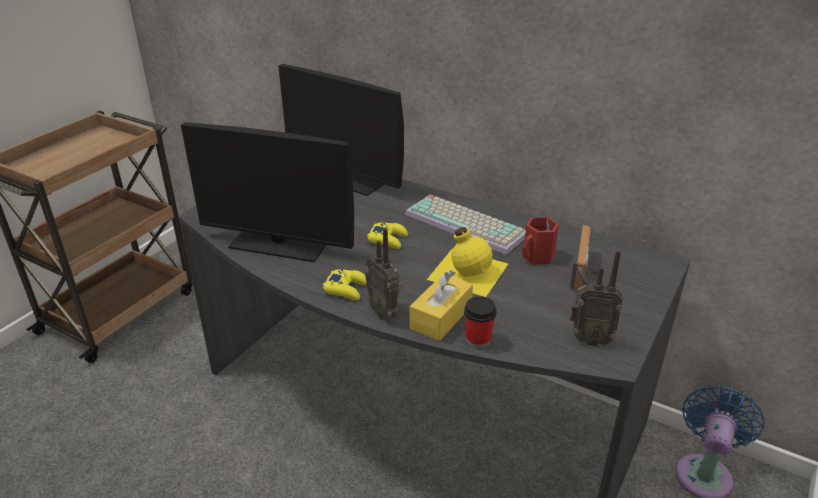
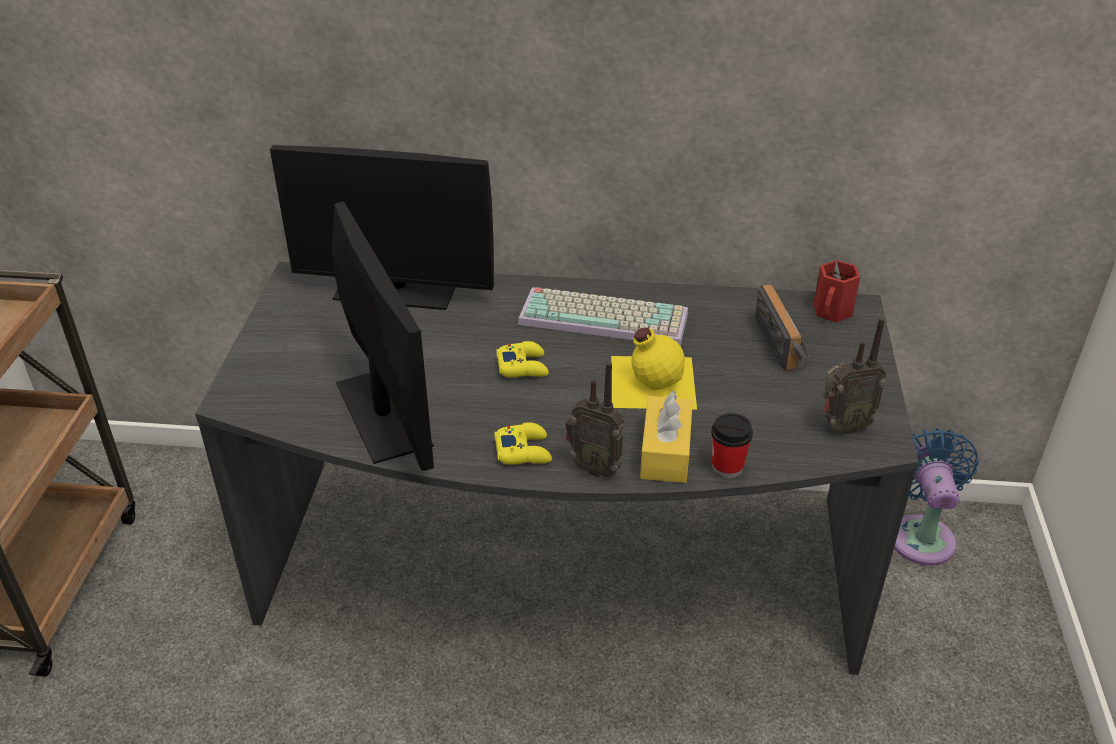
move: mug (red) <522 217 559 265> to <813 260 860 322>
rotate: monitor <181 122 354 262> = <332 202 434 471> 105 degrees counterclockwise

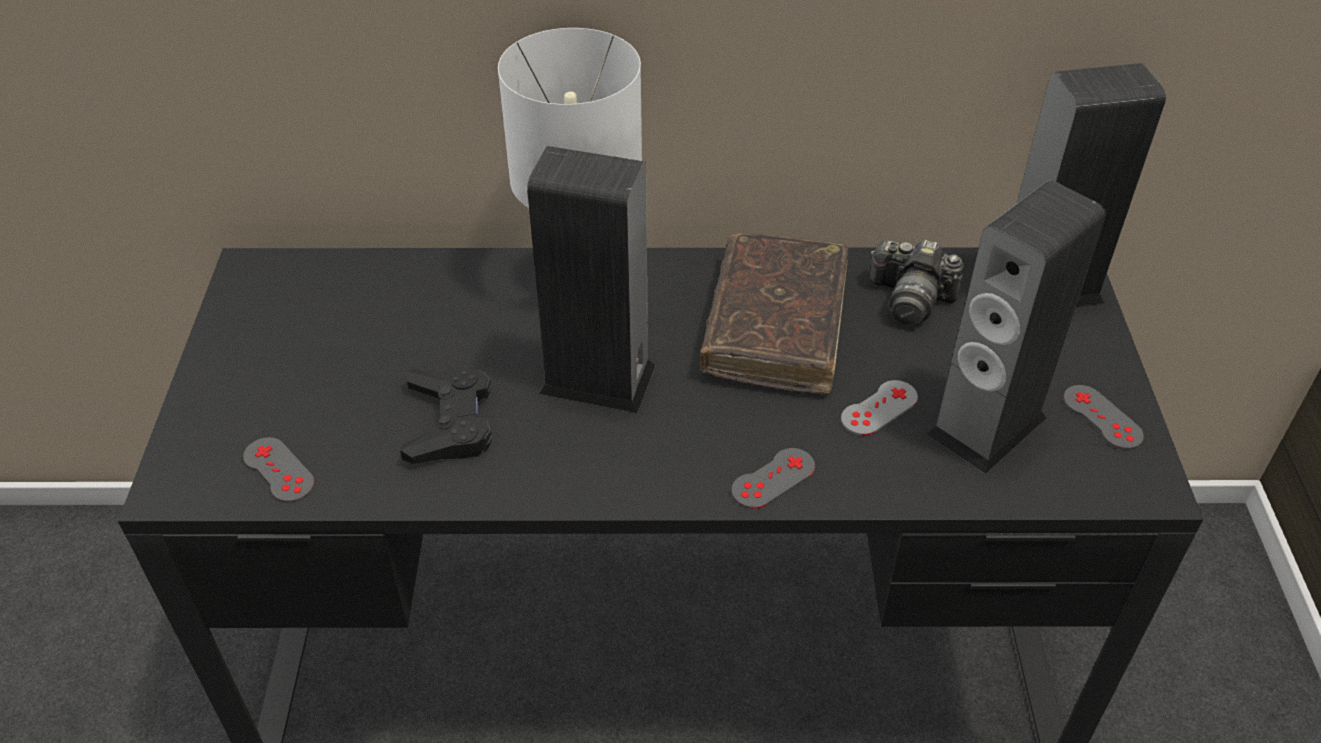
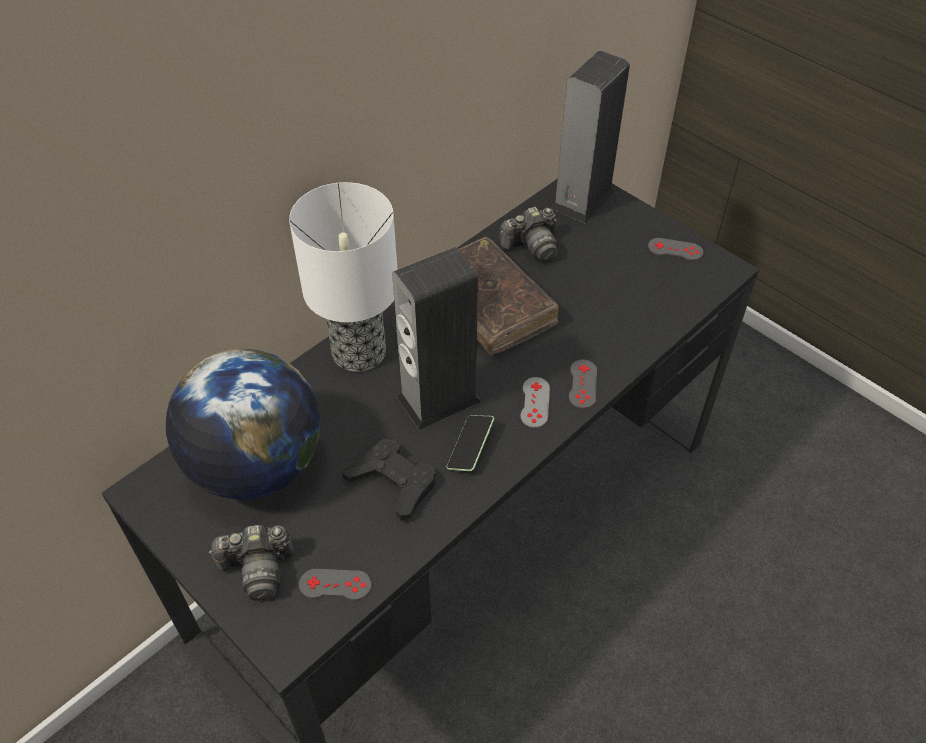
delete: speaker <927 181 1105 474>
insert: globe <166 349 320 500>; photo camera <209 525 294 601>; phone <446 415 494 471>
move: game controller (grey) <841 380 918 436> to <520 377 550 428>

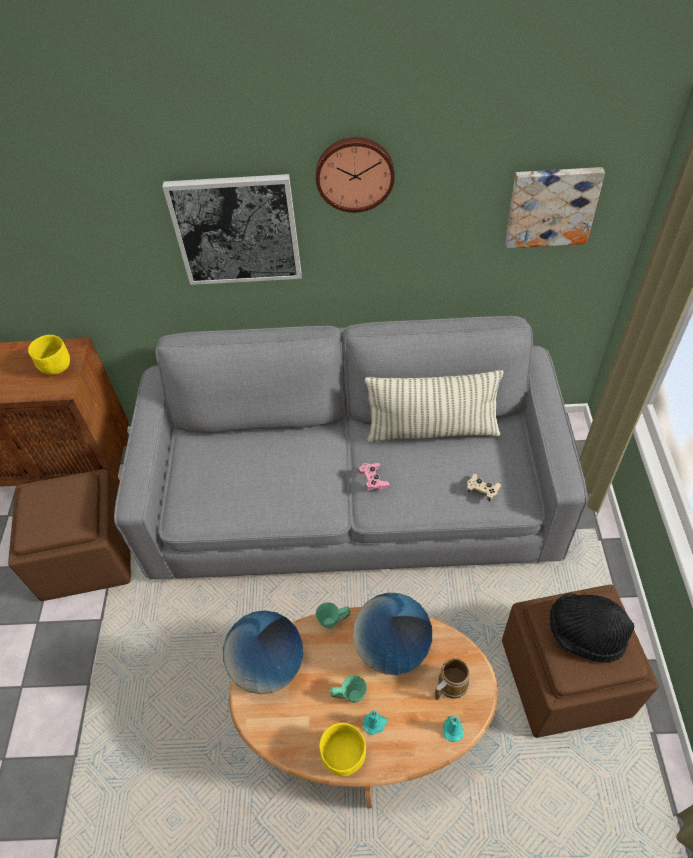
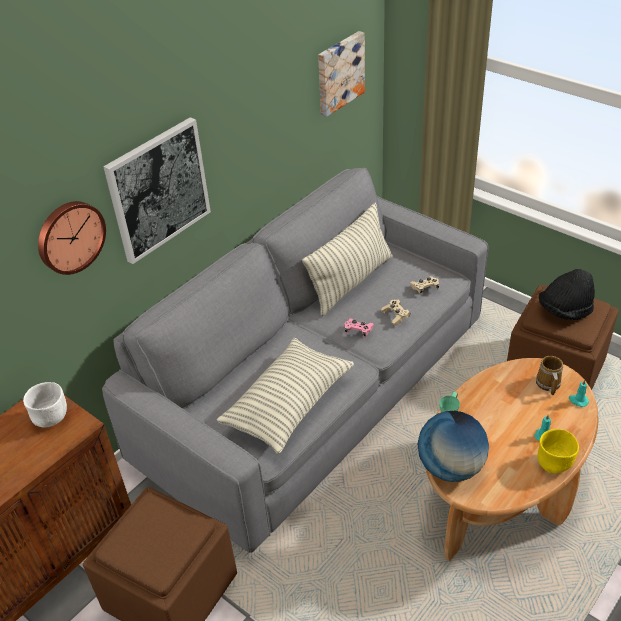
delete: mug (green) <329 675 367 703>; globe <353 593 432 675>
insert: pillow <217 338 354 454>; game controller (beige) <381 300 410 326>
move: wall clock <316 137 395 213> to <38 201 106 275>
recolor: bowl (yellow) <28 335 70 375> to bowl (white) <23 382 67 428>

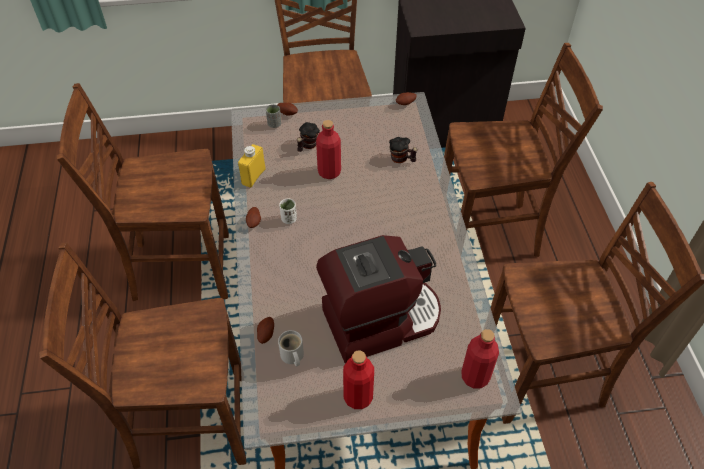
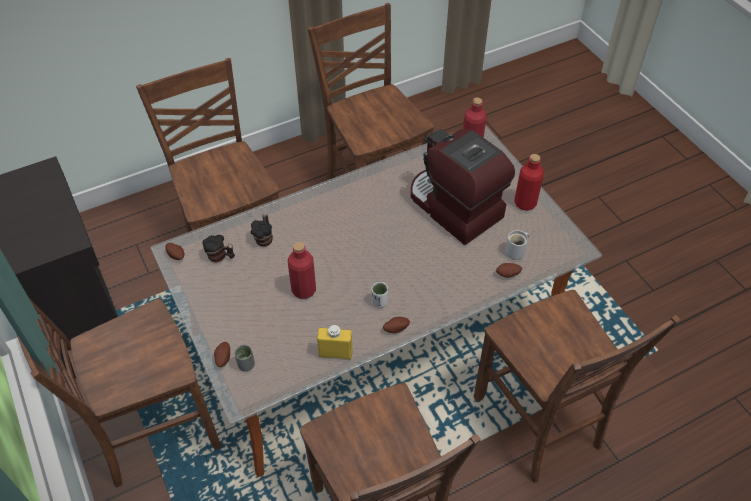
move: mug <297 122 320 152> to <202 235 235 262>

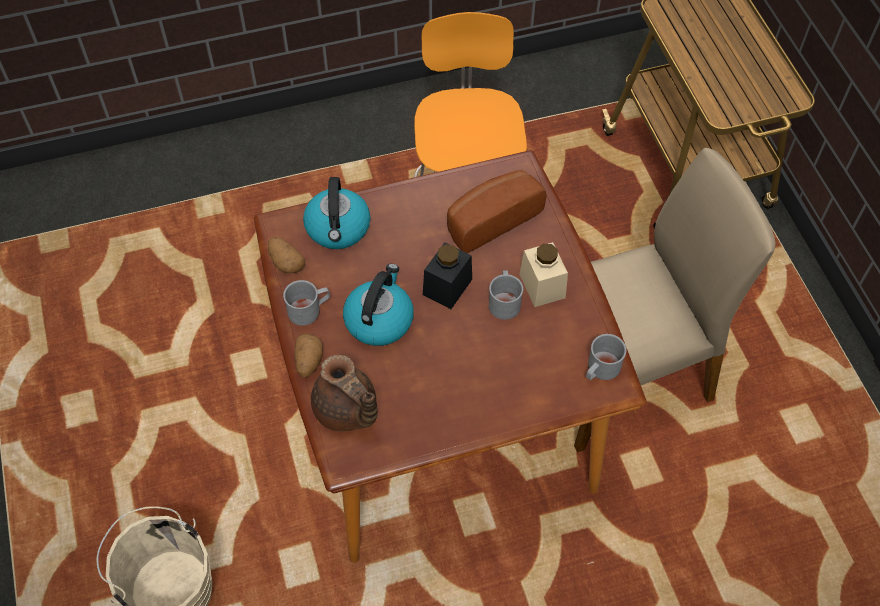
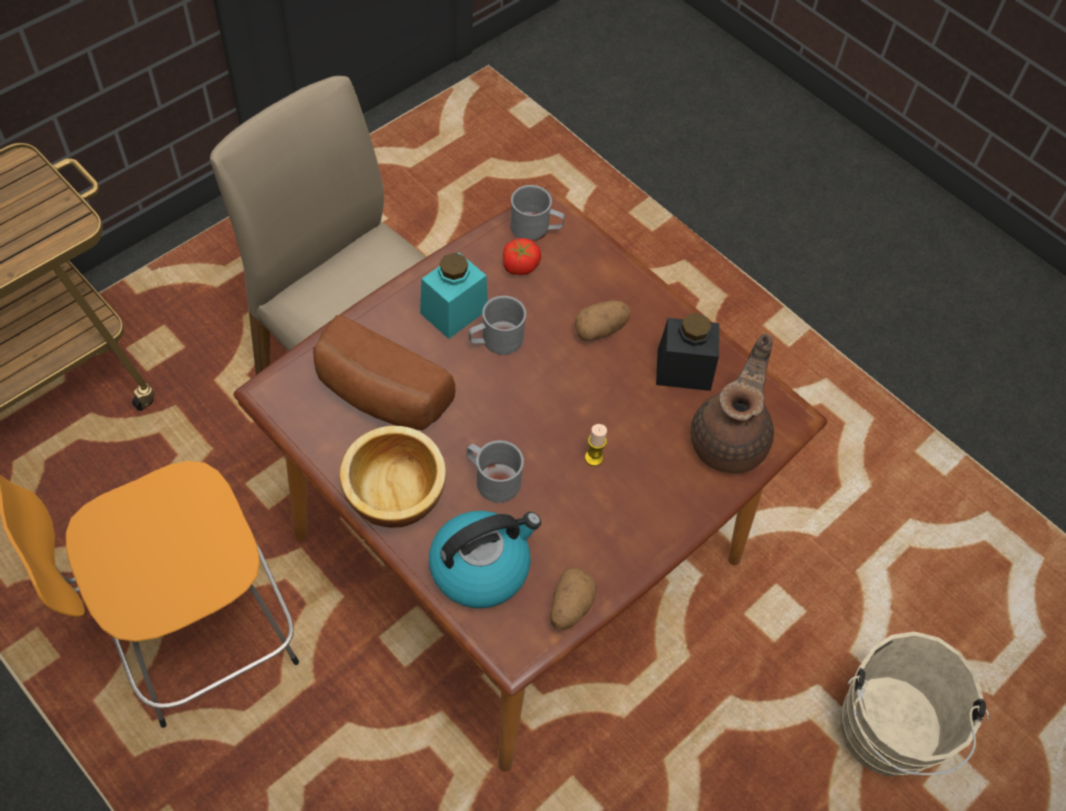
insert: bowl <340 426 446 528>; tomato <503 238 541 275>
move: mug (grey) <283 280 330 326> to <467 440 524 502>; potato <294 334 323 377> to <575 300 631 341>; jar (black) <423 242 472 309> to <656 313 719 391>
replace: kettle <343 264 414 346> to candle <585 424 607 466>
recolor: jar (beige) <519 242 568 307> to jar (turquoise) <420 252 488 339>

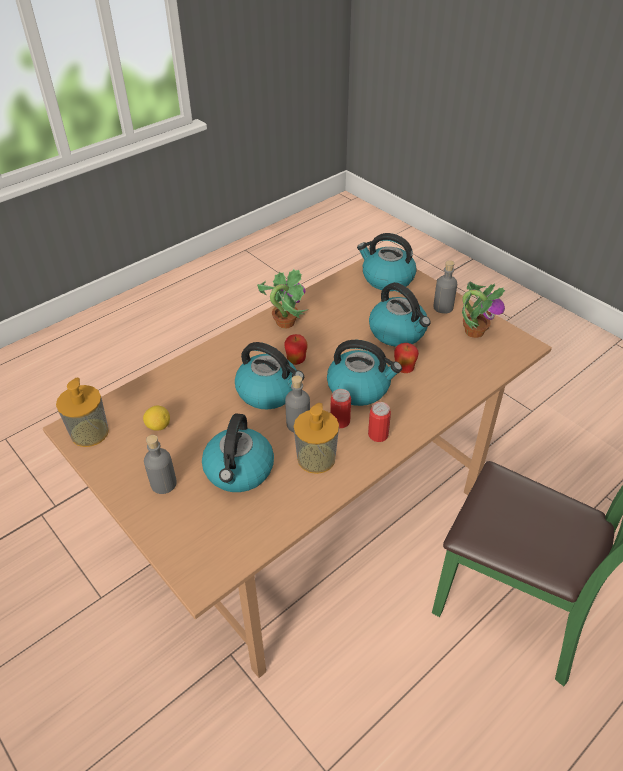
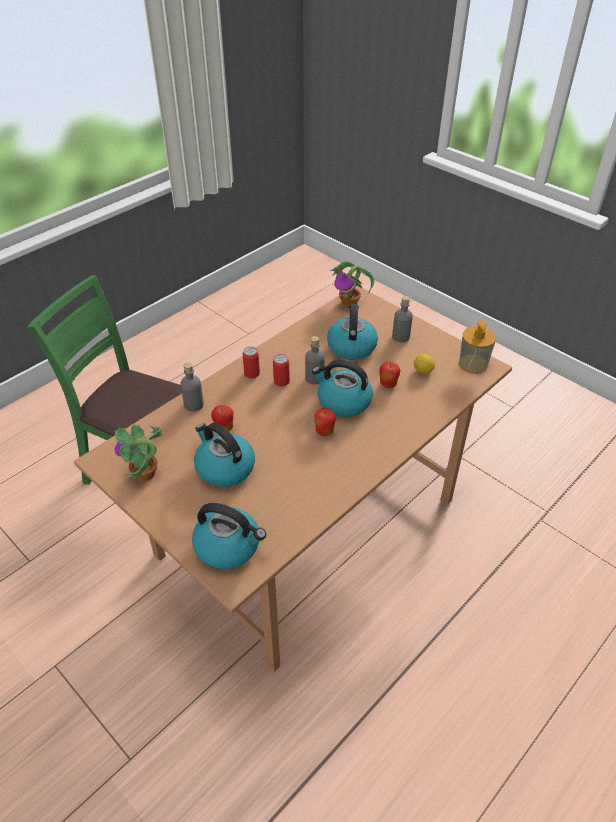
delete: soap dispenser <294 403 339 474>; kettle <327 340 402 406>
insert: apple <379 362 401 388>
move: bottle (grey) <433 260 457 314> to <181 362 204 412>; potted plant <257 269 308 329> to <330 262 374 307>

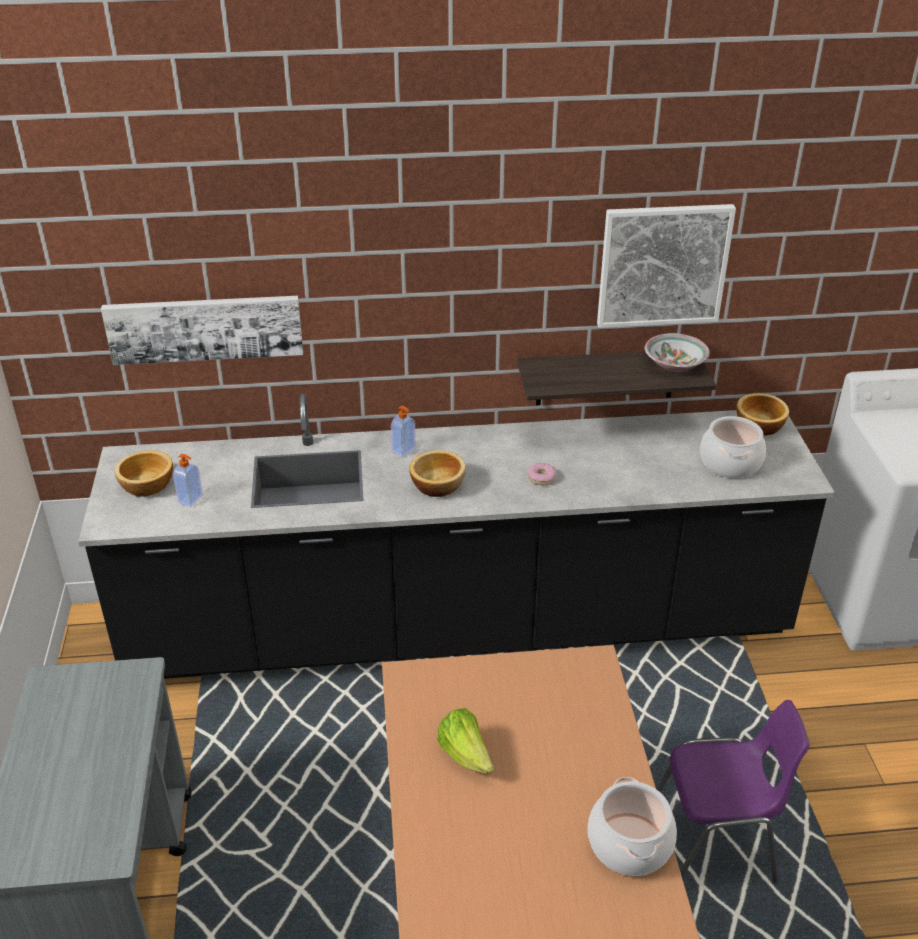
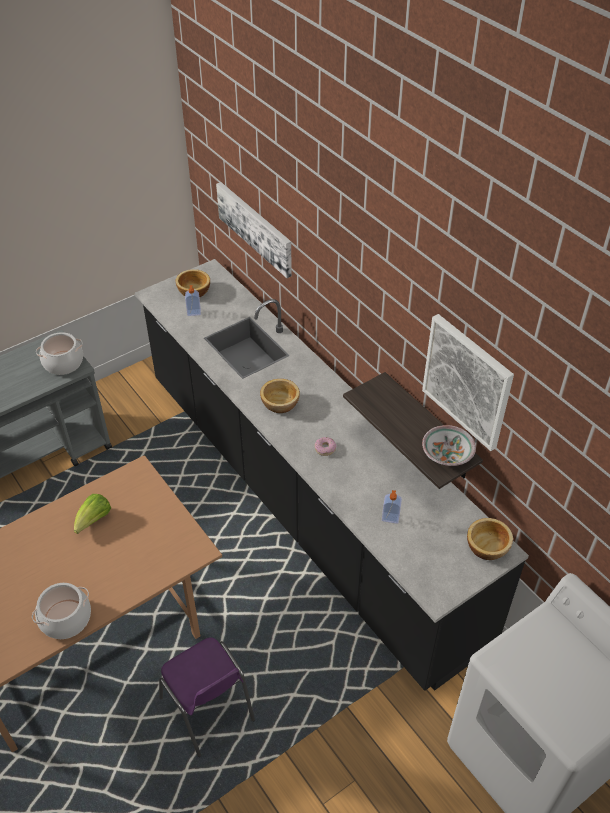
move: cooking pot <700 416 766 478> to <36 332 83 375>; soap dispenser <391 406 416 457> to <382 490 402 524>

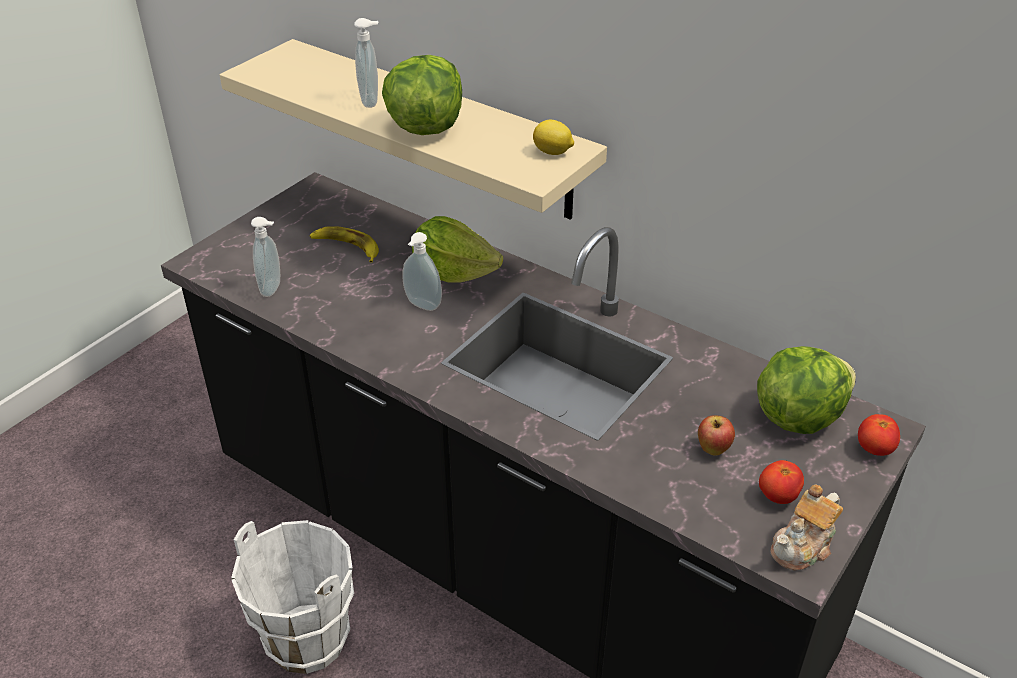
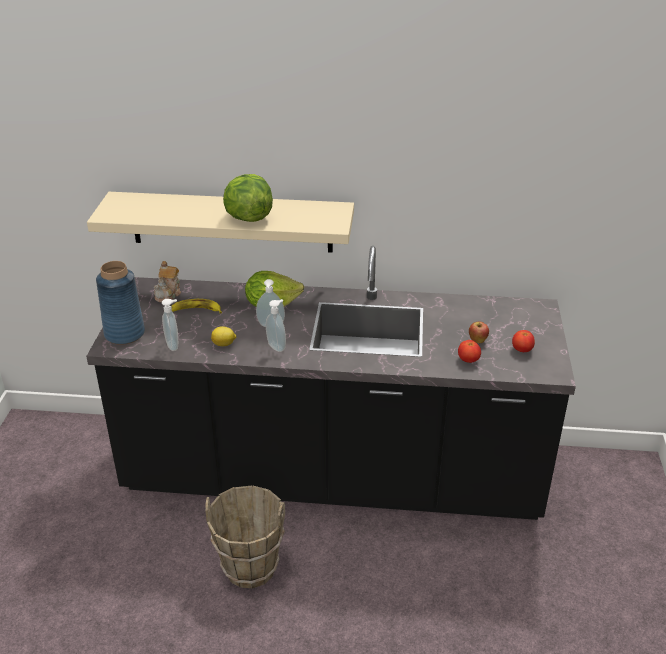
delete: lettuce <757 346 856 434>
insert: vase (blue) <96 261 145 345>
move: teapot <770 484 843 571> to <154 261 181 303>; lemon <533 120 574 155> to <211 326 236 346>; soap dispenser <354 18 378 108> to <266 299 286 352>; tomato <858 414 900 456> to <458 340 481 363>
recolor: bucket (white) <231 520 354 674> to bucket (brown) <205 485 285 588>

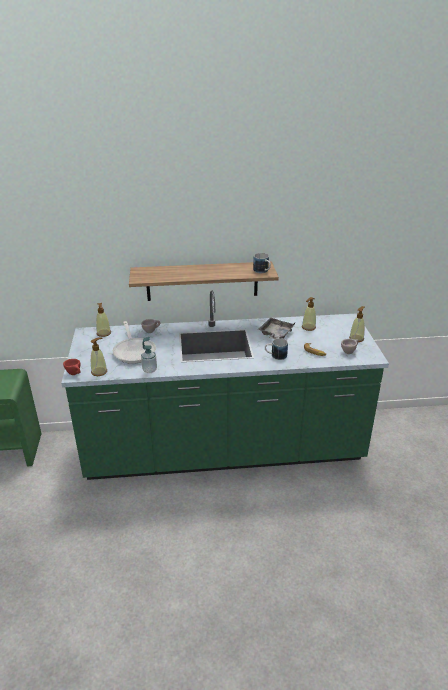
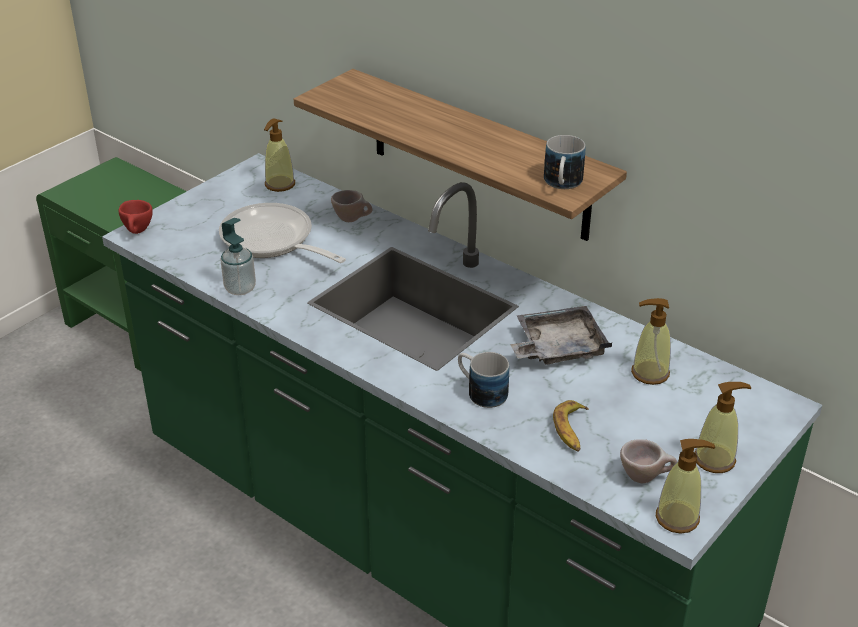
move: soap dispenser <91 337 107 376> to <656 439 715 533>
rotate: frying pan <113 321 156 364> = <219 203 346 263> 105 degrees clockwise

